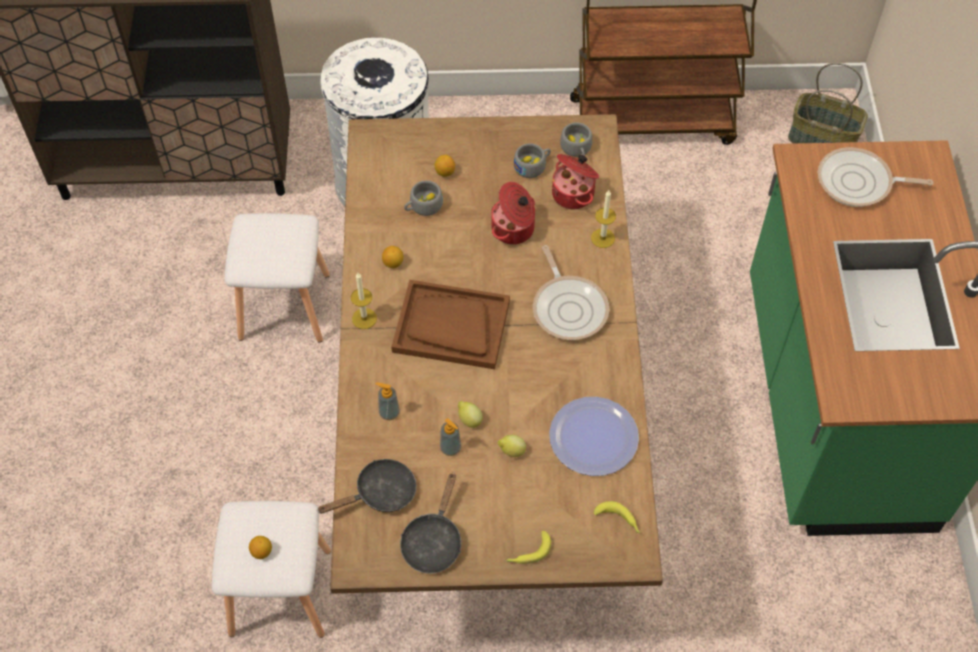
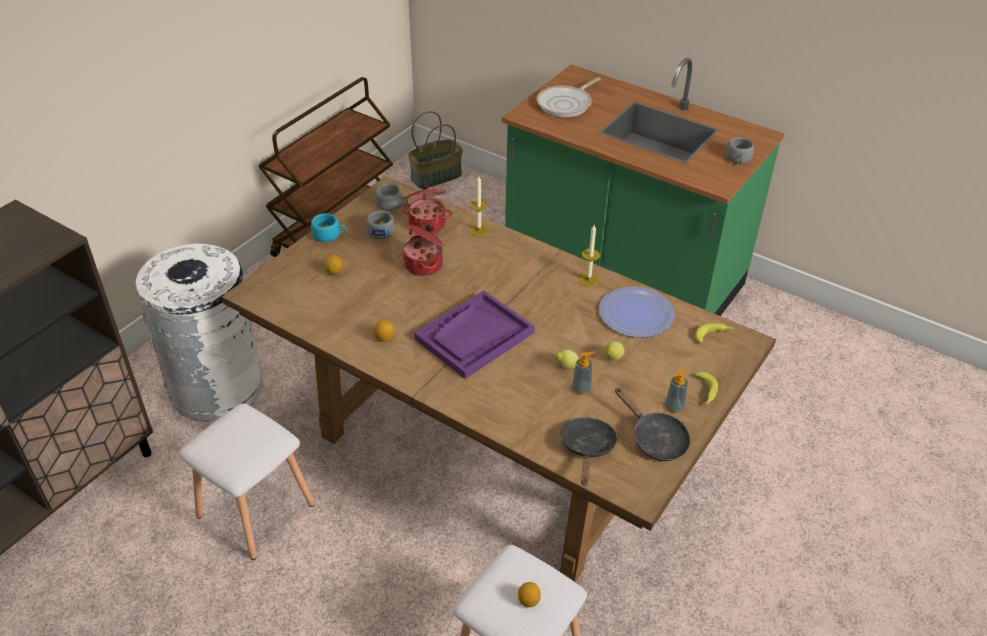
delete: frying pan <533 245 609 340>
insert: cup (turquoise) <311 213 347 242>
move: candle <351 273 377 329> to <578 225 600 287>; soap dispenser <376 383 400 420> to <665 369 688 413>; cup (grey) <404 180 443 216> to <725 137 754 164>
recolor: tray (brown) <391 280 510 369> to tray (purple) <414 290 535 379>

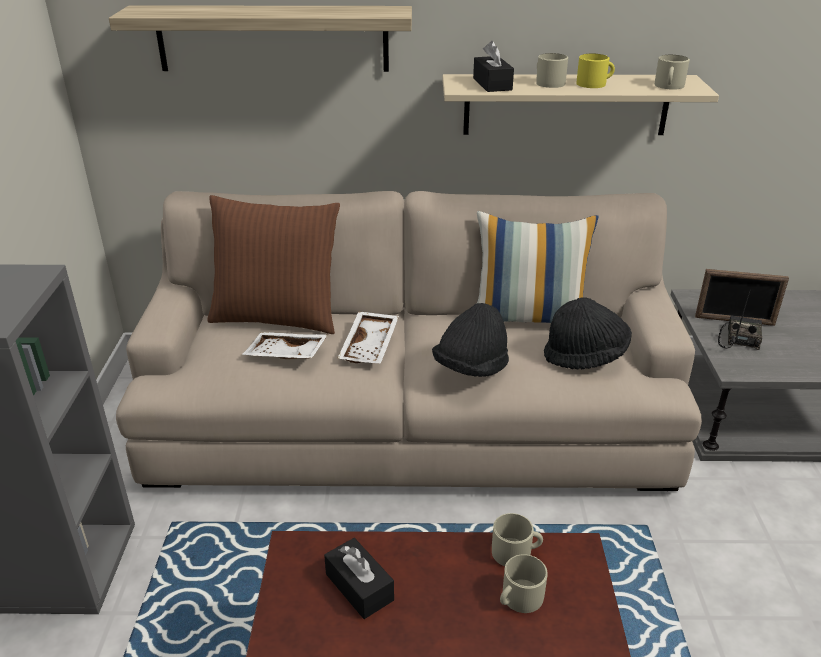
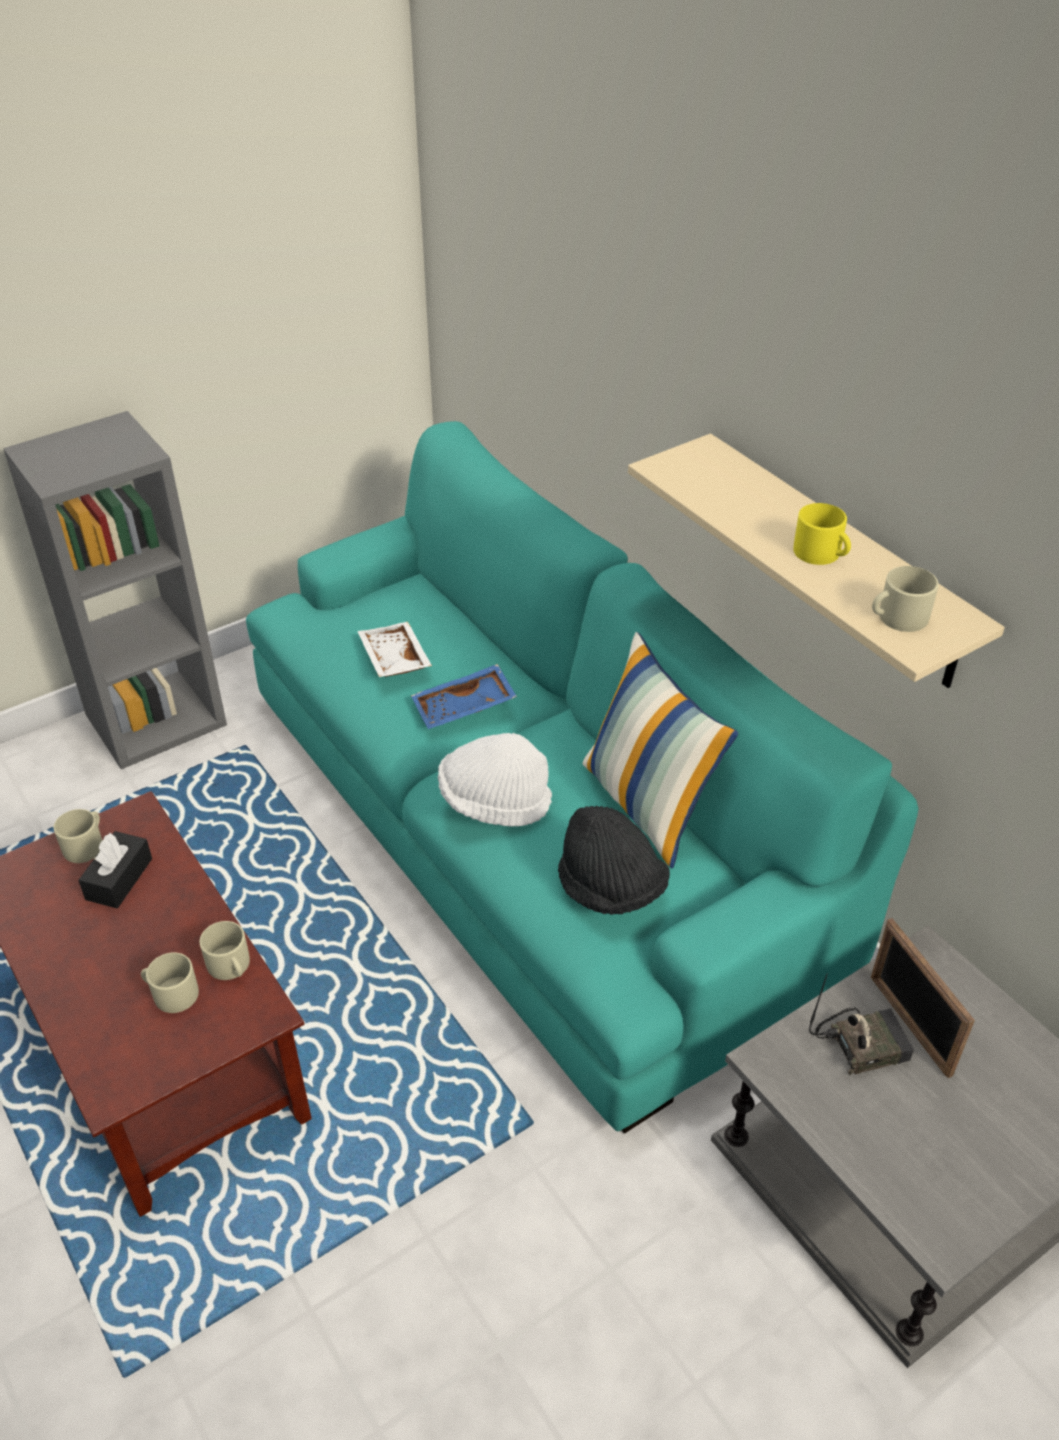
delete: shelf <109 5 412 72>; pillow (brown) <207 195 340 334>; tissue box (black) <473 41 514 92>
move: mug (beige) <536 53 568 88> to <53 809 102 863>
recolor: sofa (beige) <116 191 702 491> to sofa (turquoise) <246 421 919 1133>; tray (white) <337 311 399 363> to tray (blue) <411 664 517 729>; hat (black) <432 303 509 377> to hat (white) <438 733 552 827>

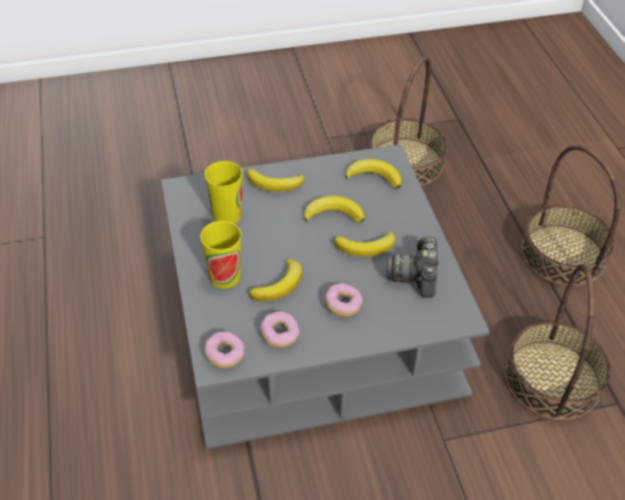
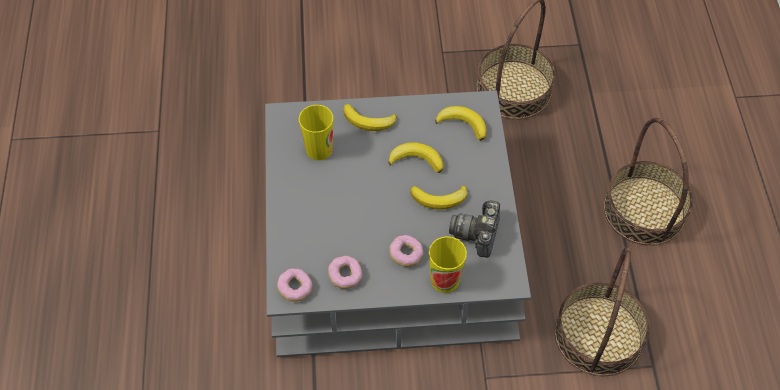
delete: banana <249 259 302 301>
move: cup <200 221 241 288> to <429 236 467 293>

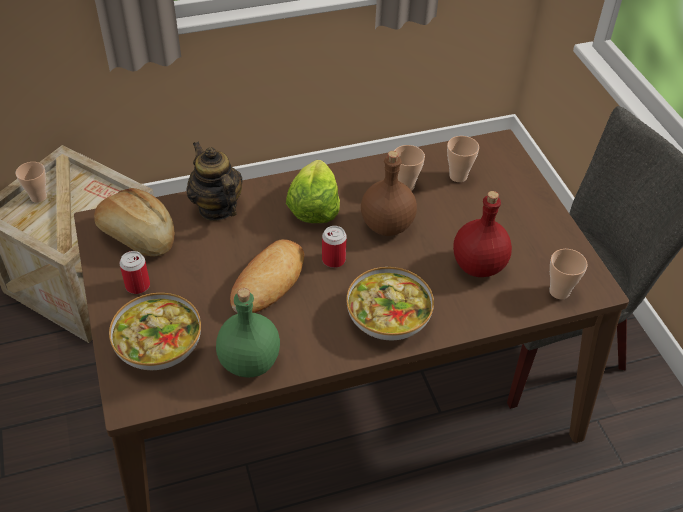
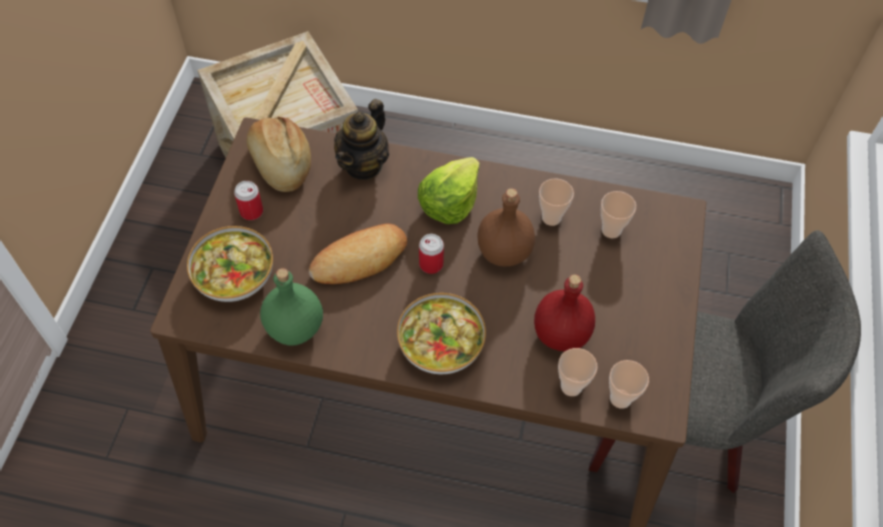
move: cup <16 162 47 203> to <558 348 598 396>
rotate: teapot <186 142 243 221> = <334 99 389 180> 150 degrees counterclockwise

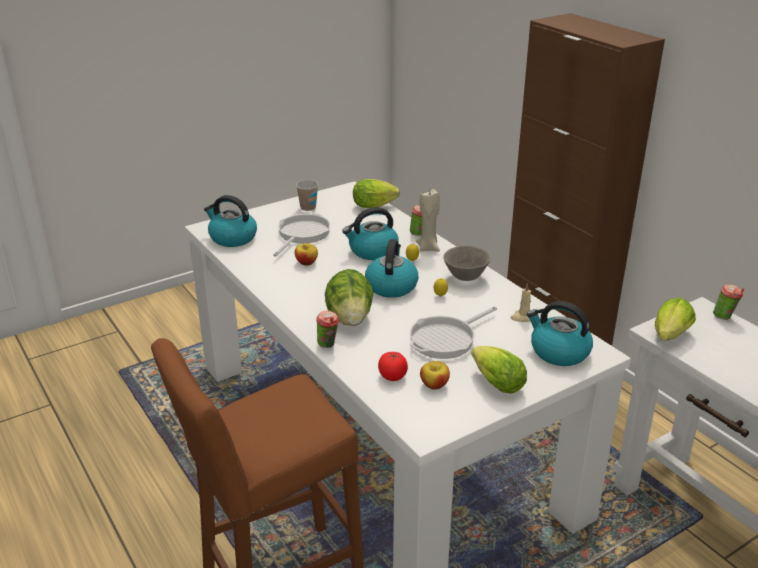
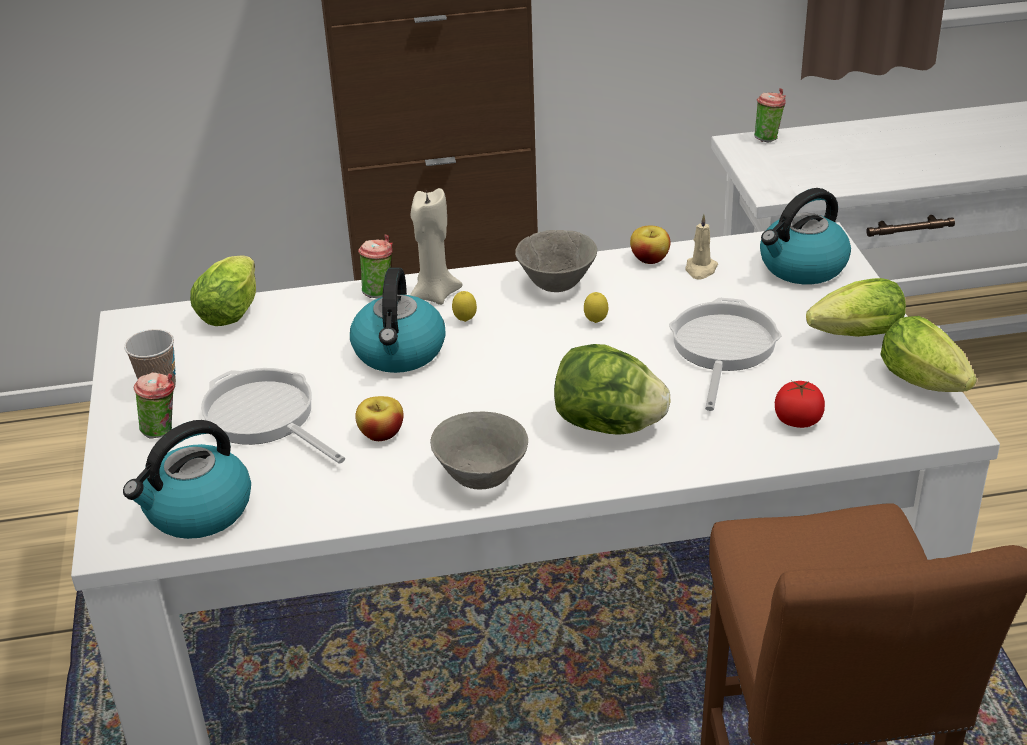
delete: kettle <365 239 418 298>
insert: bowl (grey) <430 412 528 490>
move: cup <316 310 339 348> to <134 372 175 438>; apple <420 361 450 390> to <630 226 671 264>; lettuce <655 298 696 341> to <881 316 977 392>
rotate: frying pan <410 306 497 359> = <669 298 782 411> 150 degrees counterclockwise

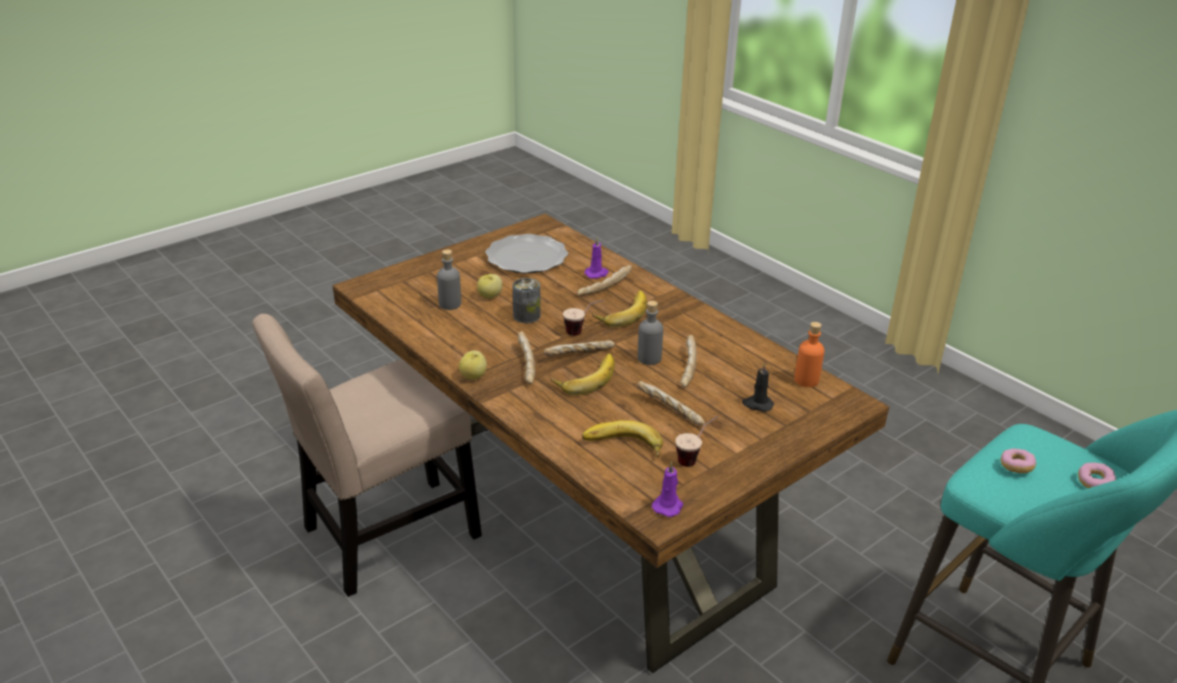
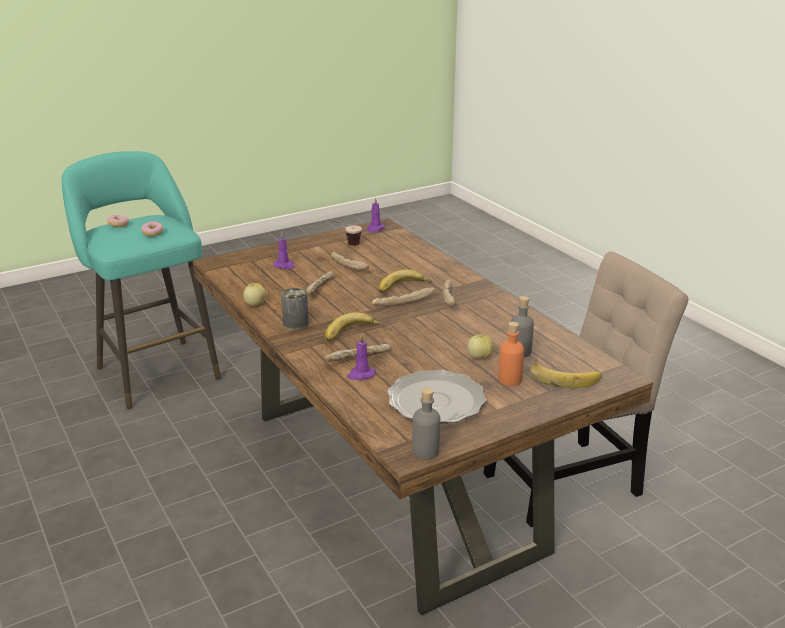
delete: cup <563 299 604 336>
move: apple <459 351 487 380> to <243 283 266 306>; can <513 278 541 323> to <281 288 309 330>; bottle (grey) <638 301 663 365> to <412 388 440 460>; bottle (orange) <794 322 825 387> to <498 322 524 386>; banana <582 420 663 458> to <530 358 602 388>
recolor: candle (black) <742 362 774 412> to candle (purple) <273 232 295 269>

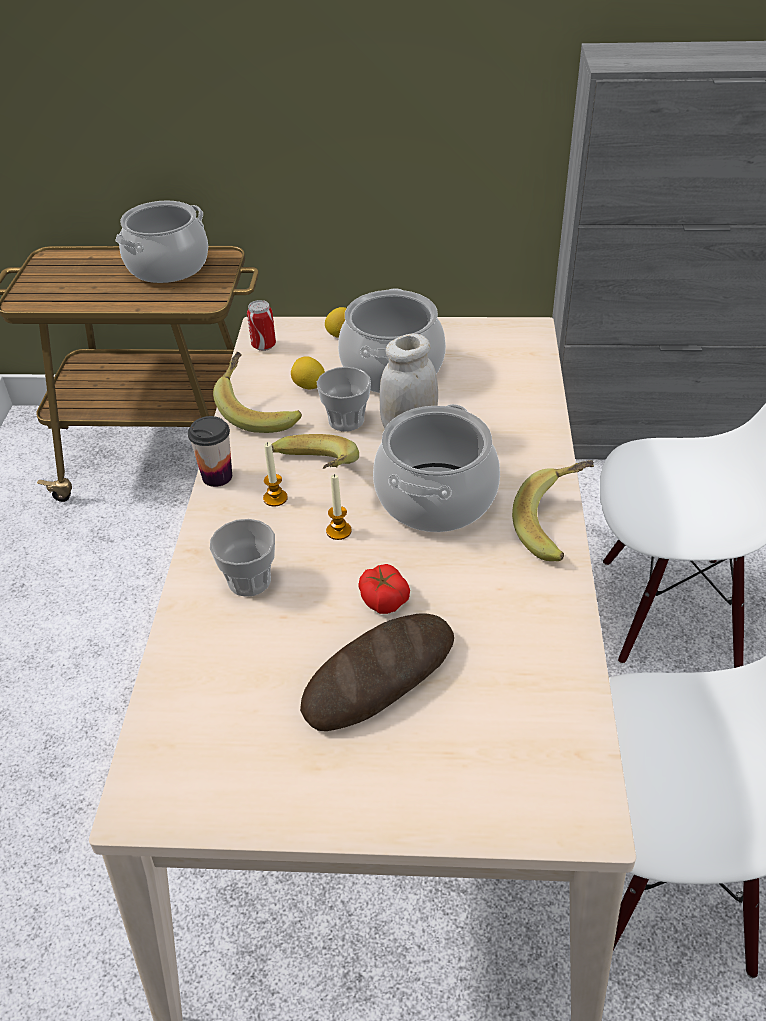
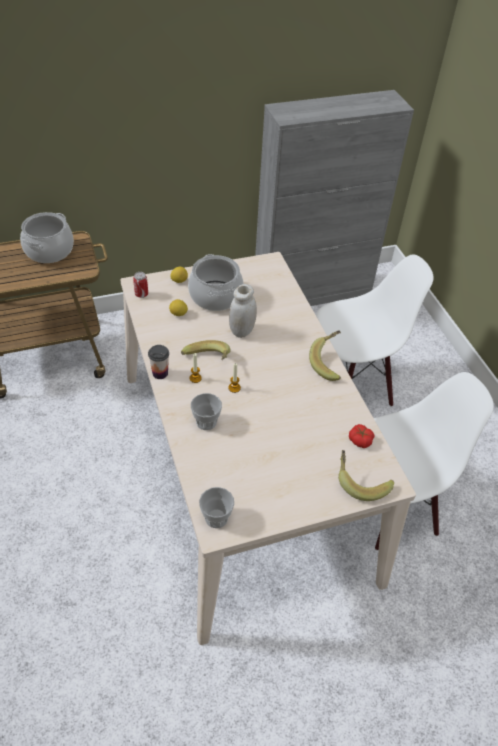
delete: bread <300 613 454 731>; cooking pot <373 404 500 532>
move: cup <317 367 371 432> to <199 487 234 528>; banana <213 352 302 433> to <338 450 394 501>; tomato <358 564 410 614> to <349 424 375 448>

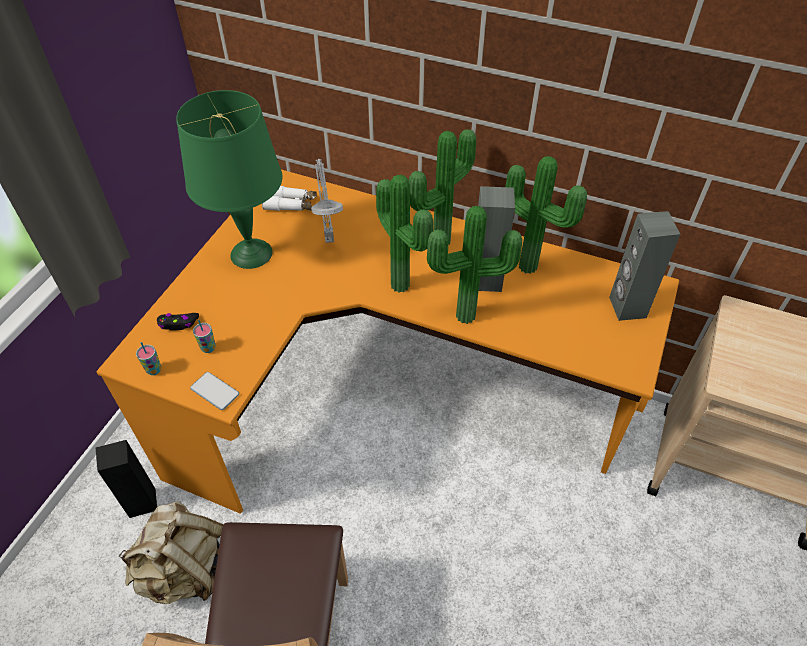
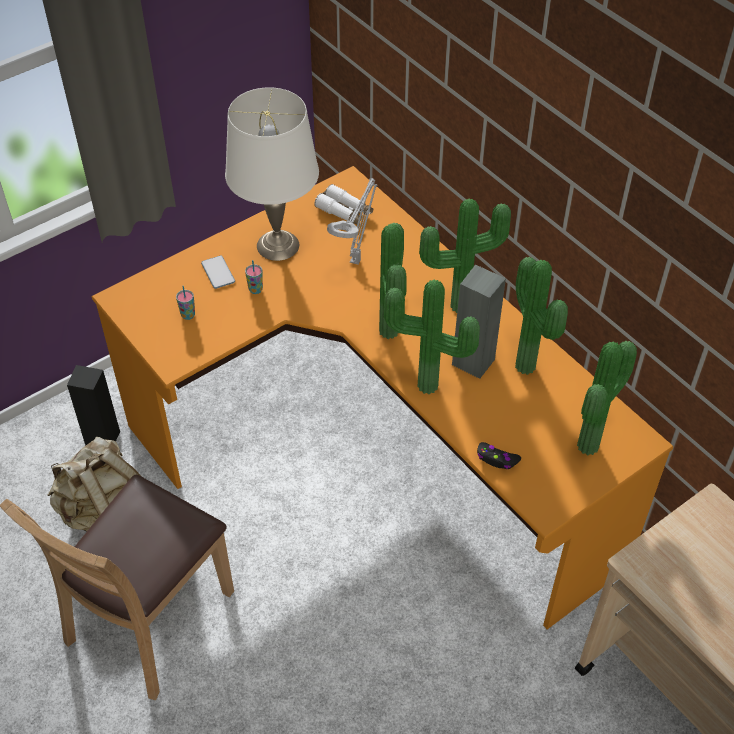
move: phone <190 372 239 410> to <201 256 235 289>; cup <136 342 161 375> to <245 260 263 294>; game controller (black) <157 313 199 330> to <477 442 521 469>
replace: speaker (grey) <609 211 680 321> to potted plant <577 341 637 455>
recolor: table lamp (green) <176 90 282 269> to table lamp (white) <225 87 319 261>

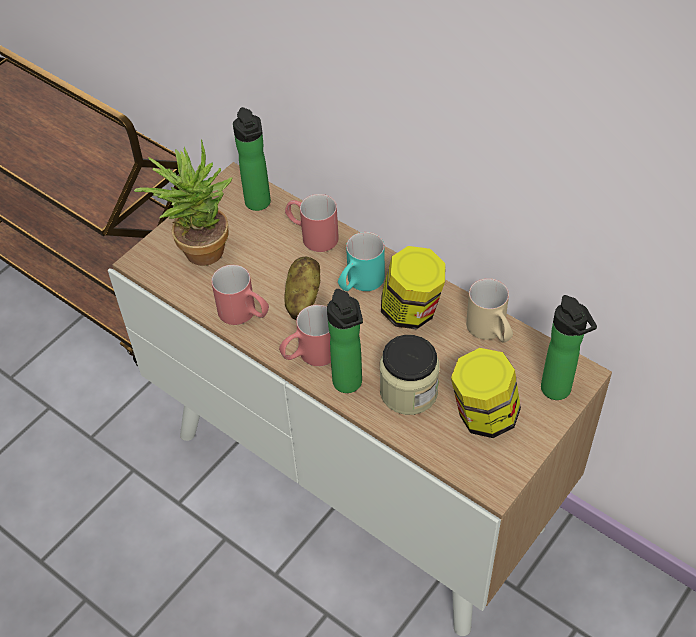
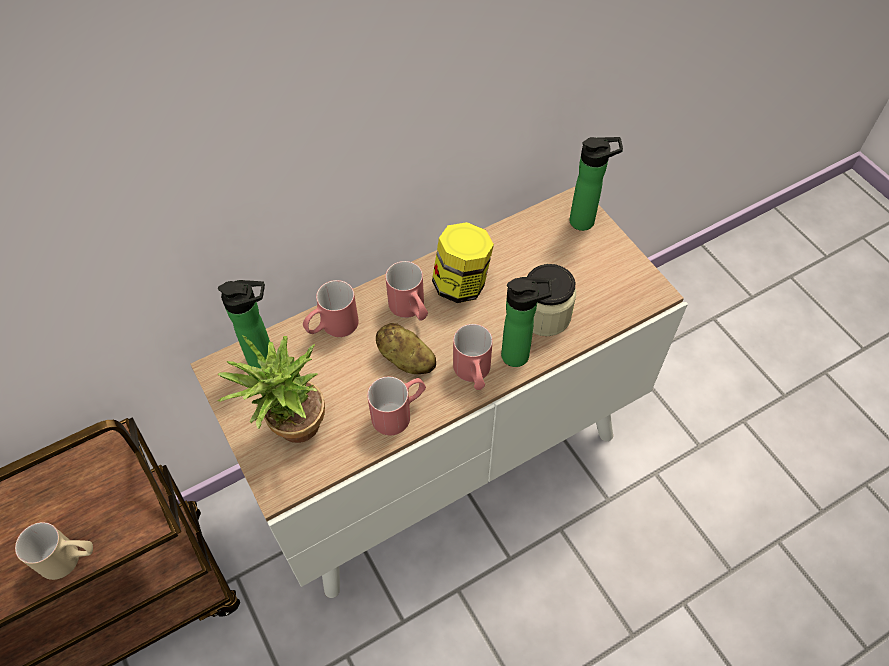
delete: jar <451 348 521 438>
move: mug (beige) <466 278 513 343> to <15 522 93 580>
recolor: mug (turquoise) <338 232 385 291> to mug (red) <385 261 428 321>

